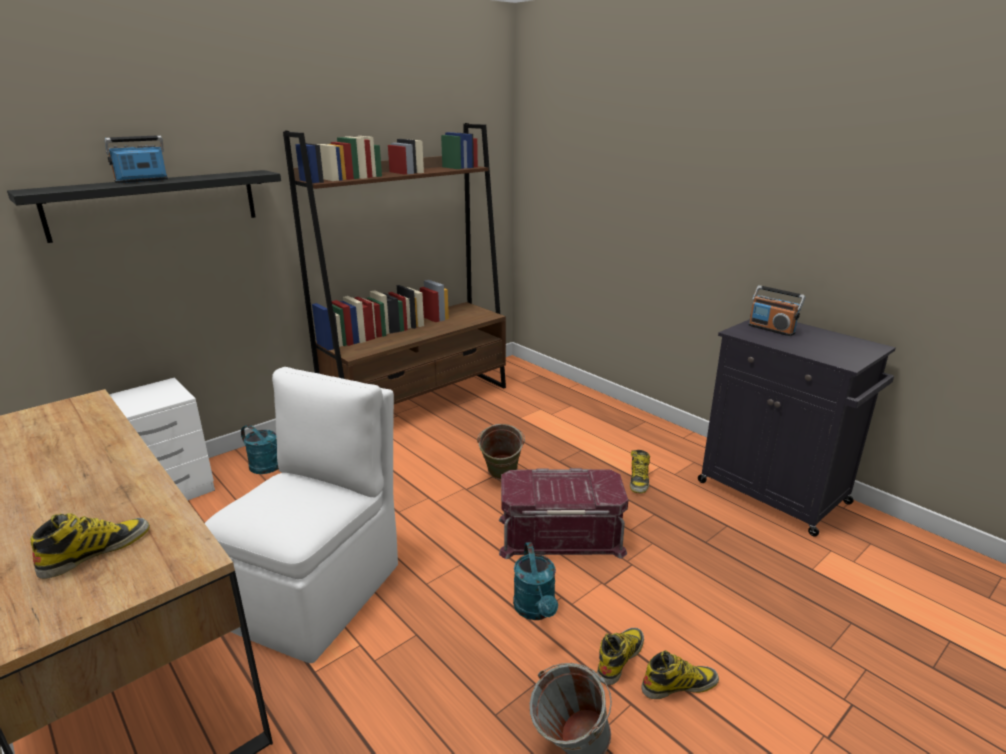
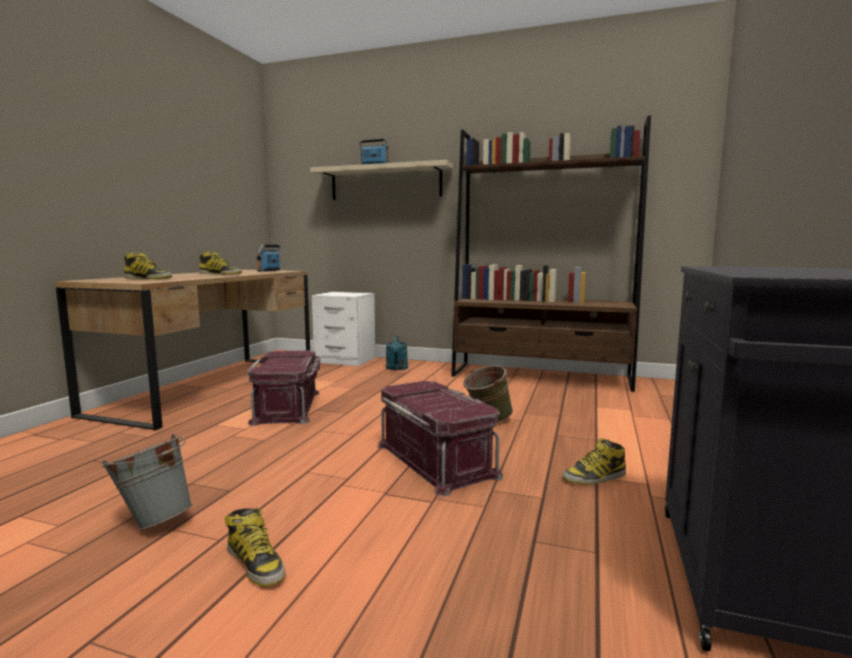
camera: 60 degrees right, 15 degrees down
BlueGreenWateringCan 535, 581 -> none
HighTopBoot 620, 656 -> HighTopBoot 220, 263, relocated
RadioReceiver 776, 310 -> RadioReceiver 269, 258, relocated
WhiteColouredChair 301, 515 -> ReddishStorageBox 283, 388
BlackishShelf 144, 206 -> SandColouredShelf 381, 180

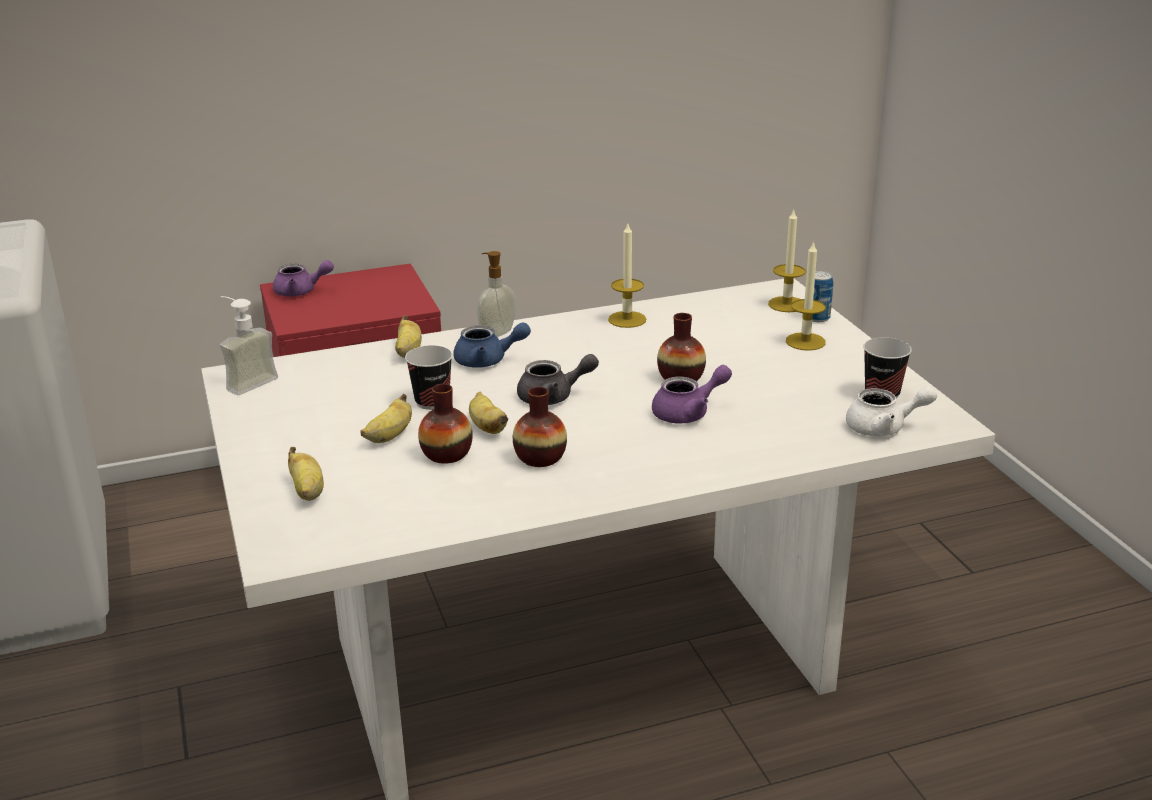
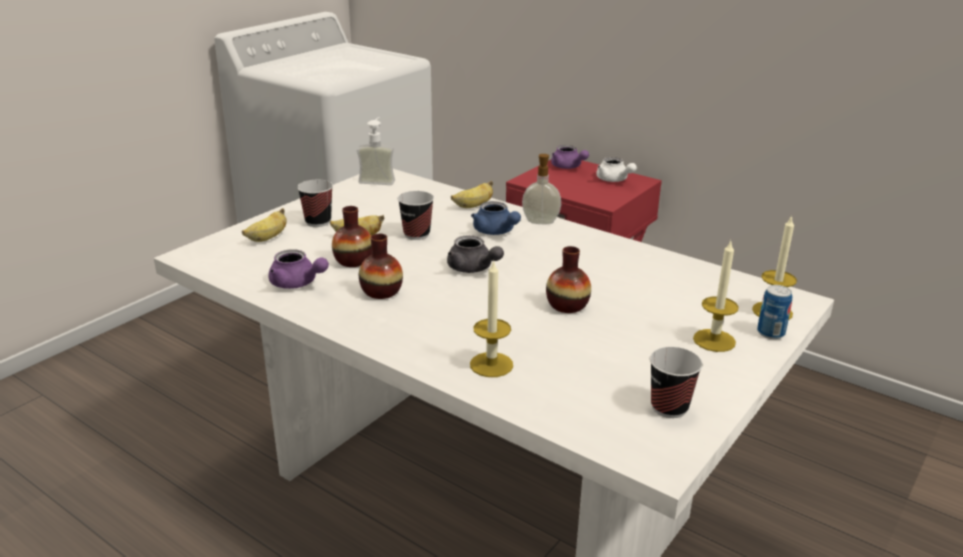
camera: 55 degrees right, 0 degrees up
Banana 488, 413 -> none
none -> SmallCup 315, 203
Candle 627, 276 -> Candle 491, 318, relocated
PurpleTeapot 692, 394 -> PurpleTeapot 298, 269, relocated
WhiteColouredTeapot 891, 411 -> WhiteColouredTeapot 616, 169, relocated

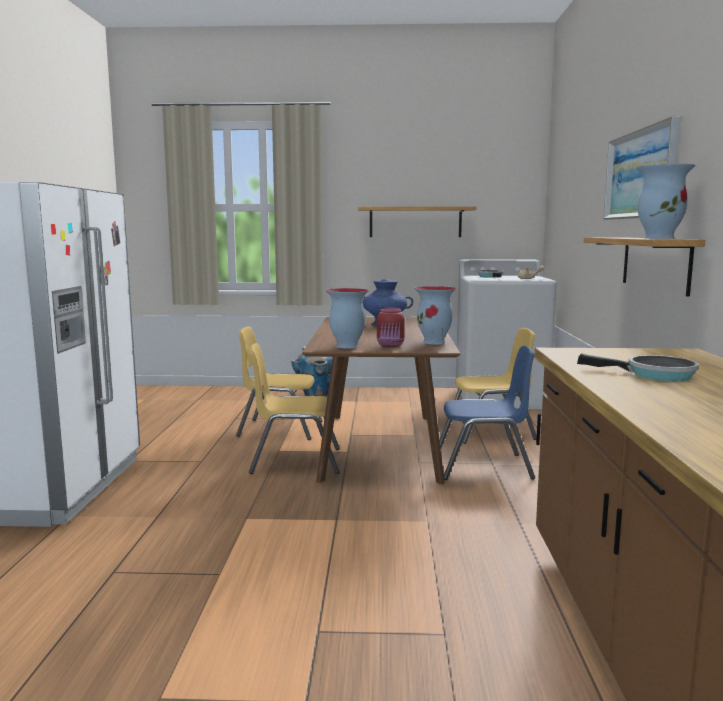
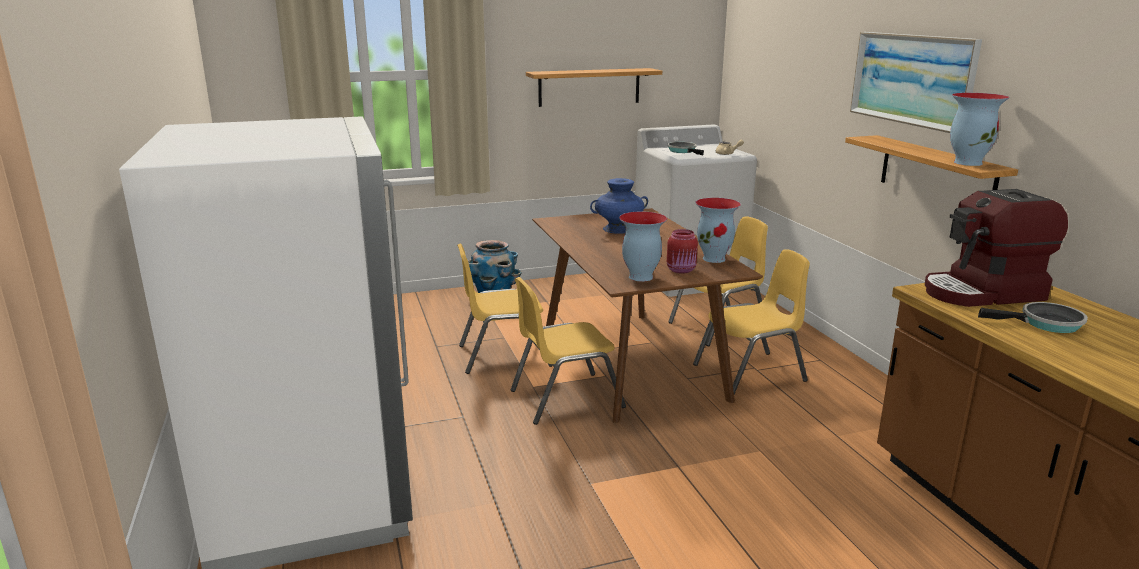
camera: 20 degrees left, 10 degrees up
none -> CoffeeMachine 996, 248
BlueChair 487, 412 -> YellowChair 751, 322

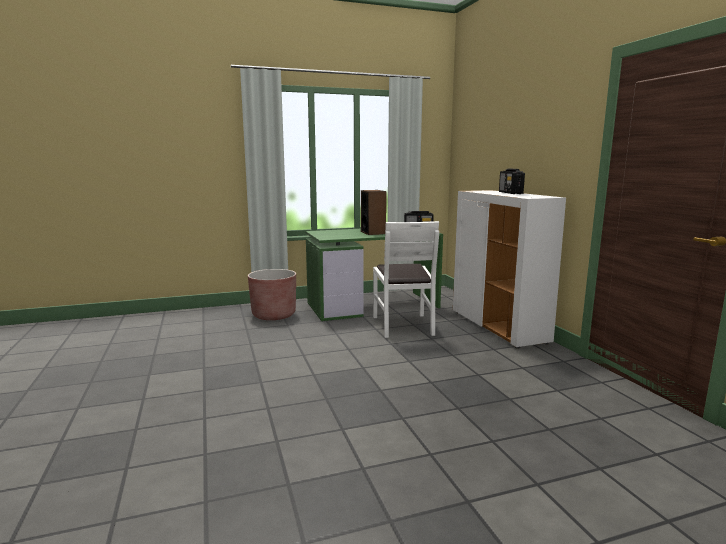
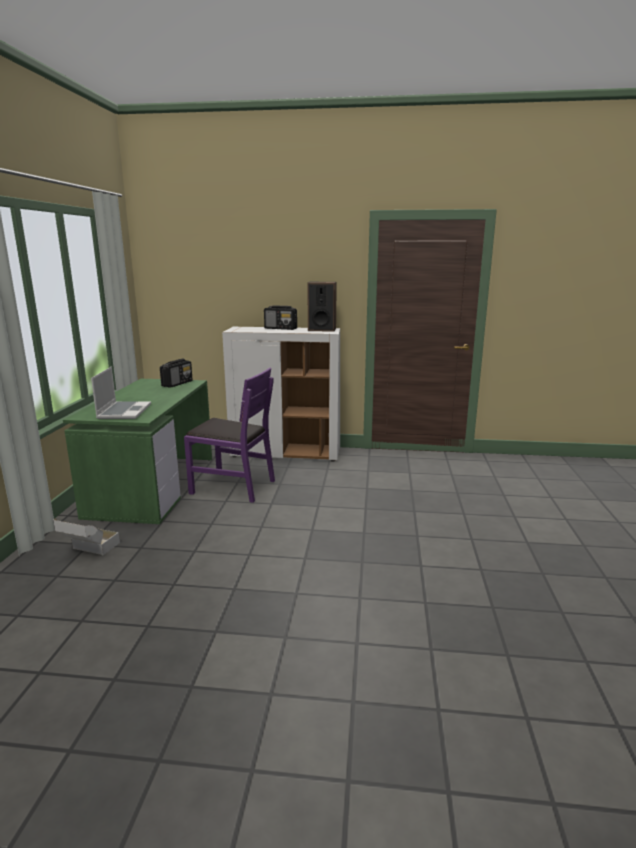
camera: 65 degrees left, 5 degrees up
none -> NotebookComputer 121, 393
Loudspeaker 374, 212 -> Loudspeaker 322, 307, relocated
BrownColouredFlowerPot 272, 294 -> Carton 86, 537
WhiteColouredChair 406, 279 -> PurpleChair 229, 435

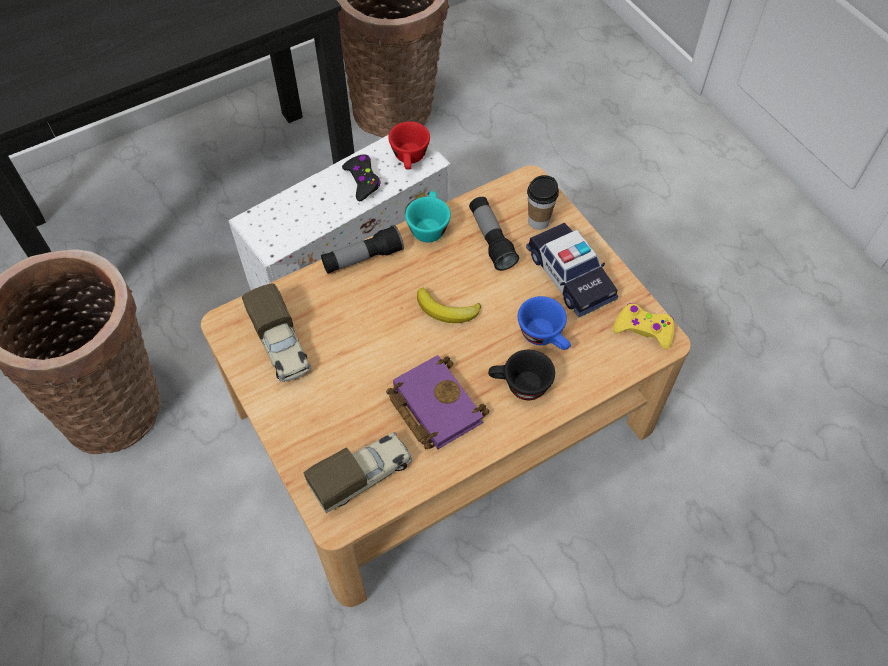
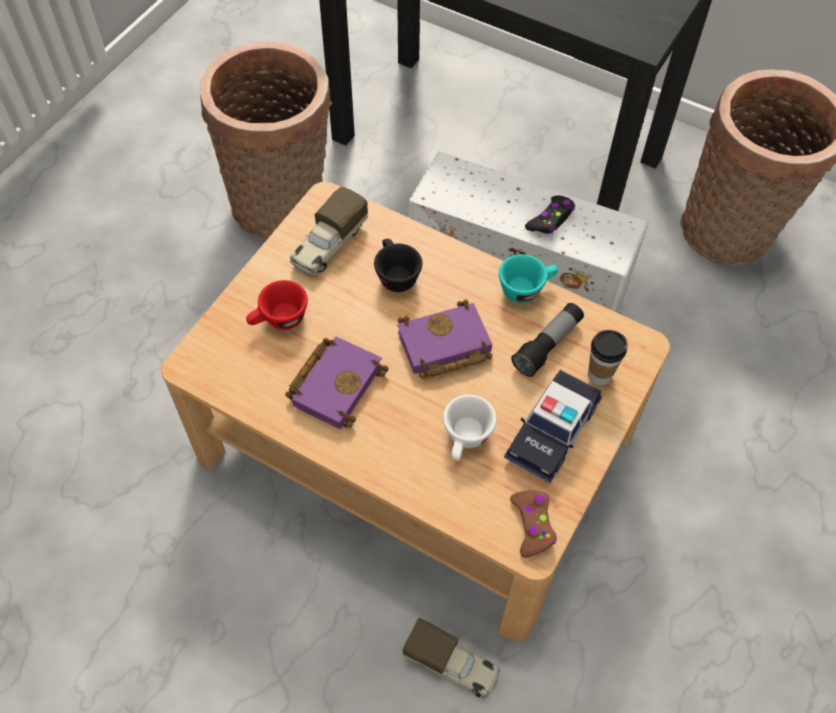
camera: 60 degrees right, 0 degrees up
Flashlight 362, 249 -> none
ToyTruck 357, 473 -> ToyTruck 451, 658, relocated
ReddishSmallCup 409, 145 -> ReddishSmallCup 277, 305, relocated
BlackishSmallCup 521, 375 -> BlackishSmallCup 398, 265, relocated
Banana 449, 305 -> PurpleBook 444, 339
BlueSmallCup 544, 323 -> WhiteColouredSmallCup 469, 428
YellowGamepad 643, 326 -> BrownColouredGamepad 533, 524

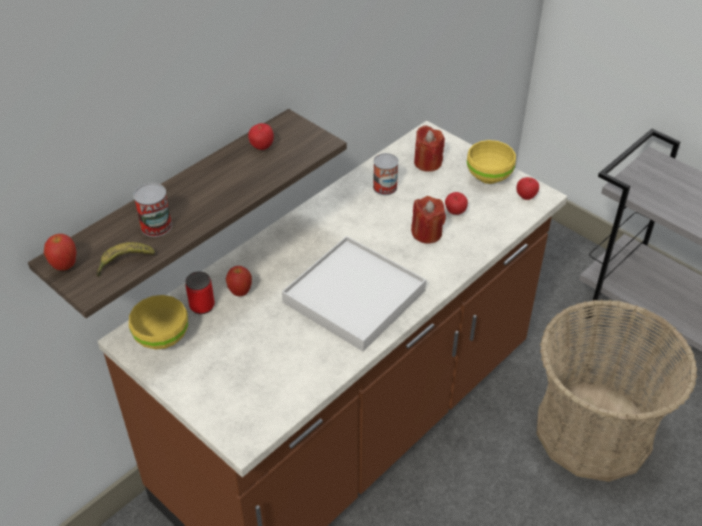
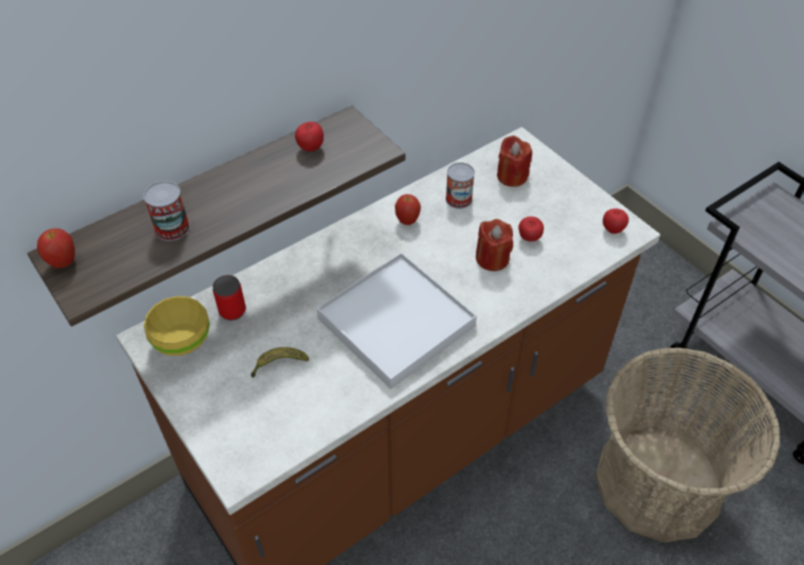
camera: 10 degrees right, 5 degrees up
YellowDeepDish 491, 162 -> none
Banana 125, 259 -> Banana 280, 362, relocated
Apple 239, 281 -> Apple 408, 209, relocated

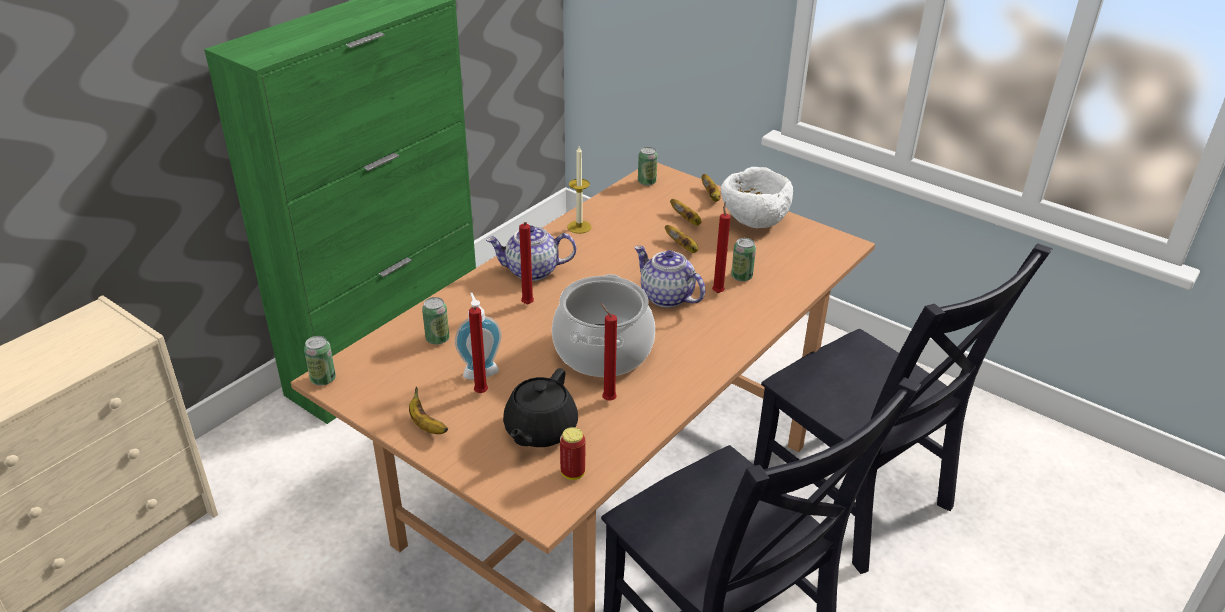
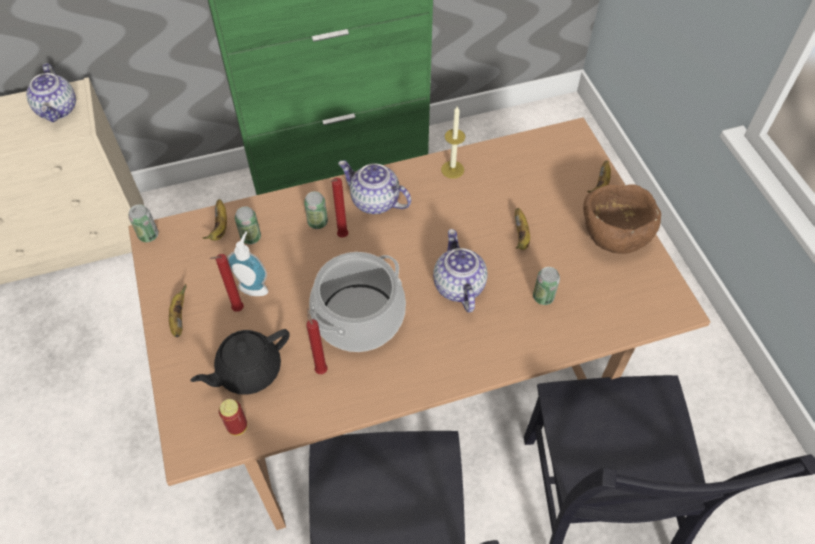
camera: 35 degrees right, 20 degrees up
ReddishCandle 721, 247 -> none
none -> Teapot 51, 92
Can 648, 166 -> Can 316, 210, relocated
Banana 685, 212 -> Banana 214, 220, relocated
WhiteColouredDeepDish 757, 197 -> BrownColouredDeepDish 622, 219

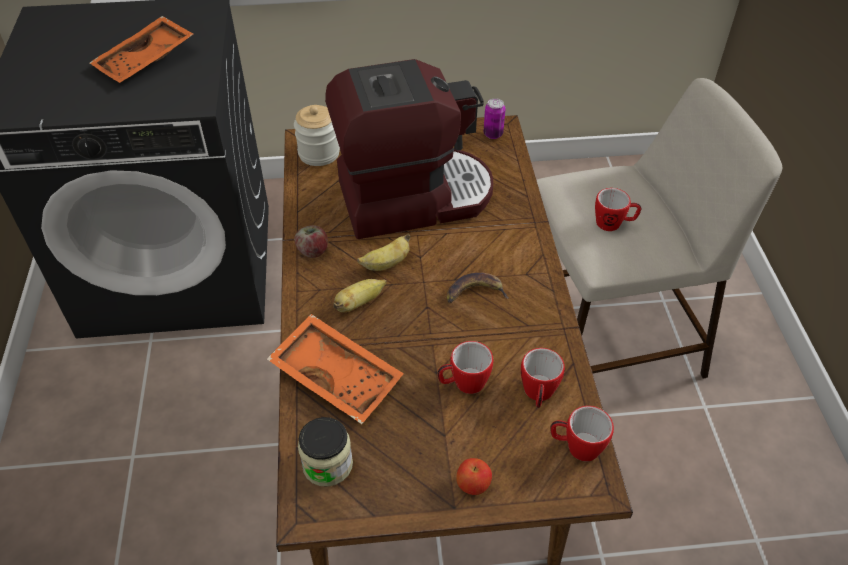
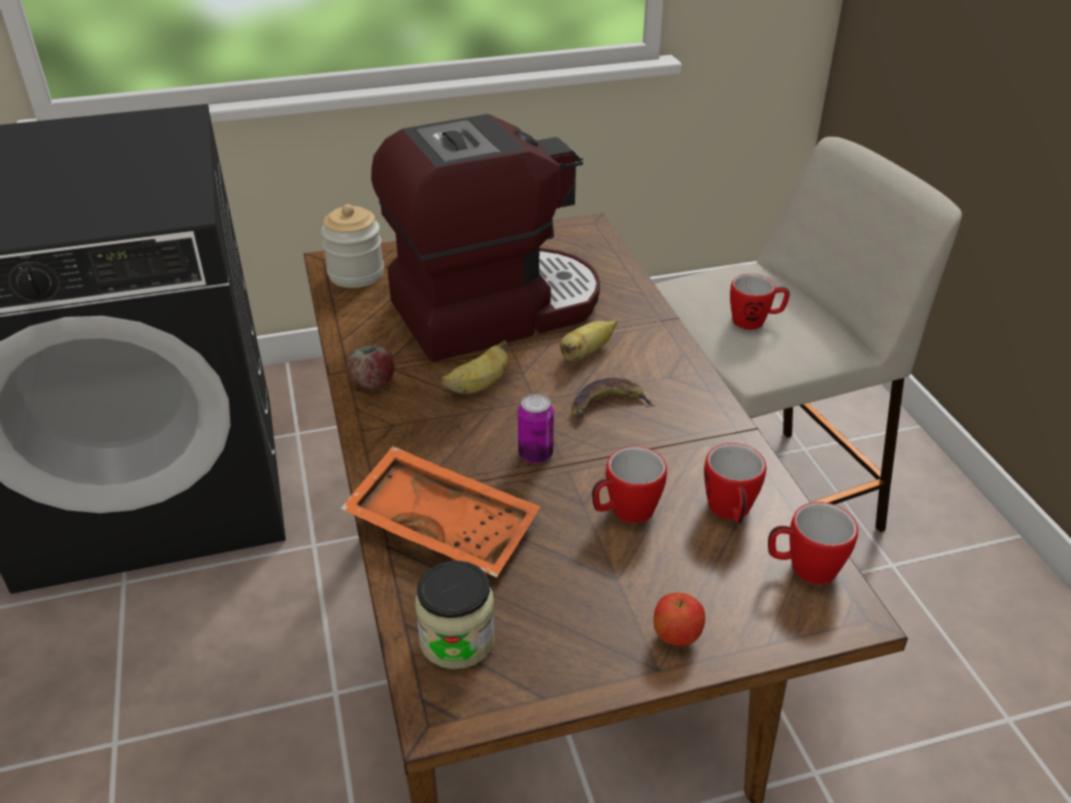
camera: 10 degrees left, 10 degrees down
OrangeColouredServingTray 142, 49 -> none
Banana 360, 295 -> Banana 588, 340, relocated
Can 495, 118 -> Can 536, 428, relocated

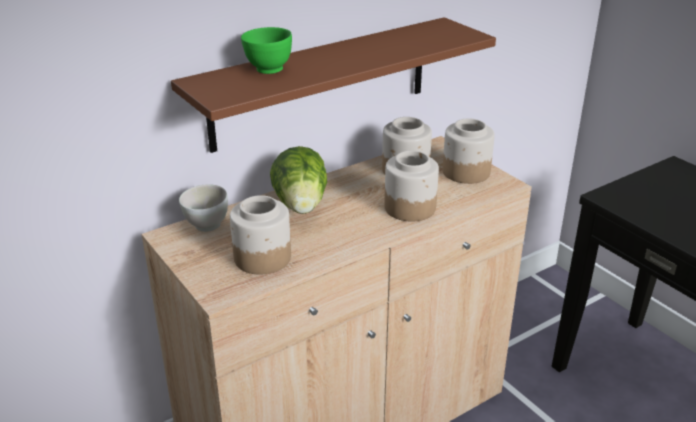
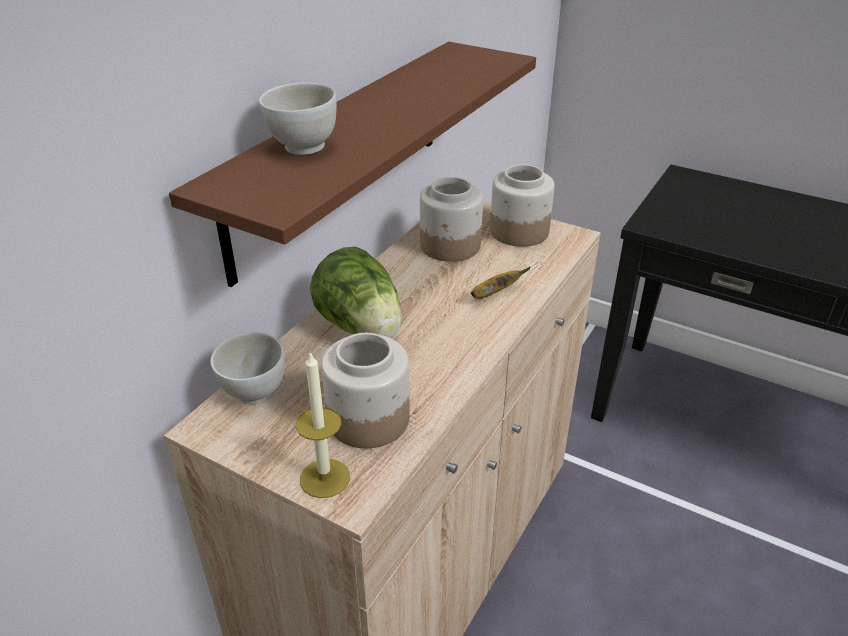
camera: 25 degrees left, 5 degrees up
none -> Candle 323, 425
StorageJar 411, 186 -> Banana 500, 283
GreenColouredDeepDish 266, 50 -> WhiteColouredDeepDish 298, 118

